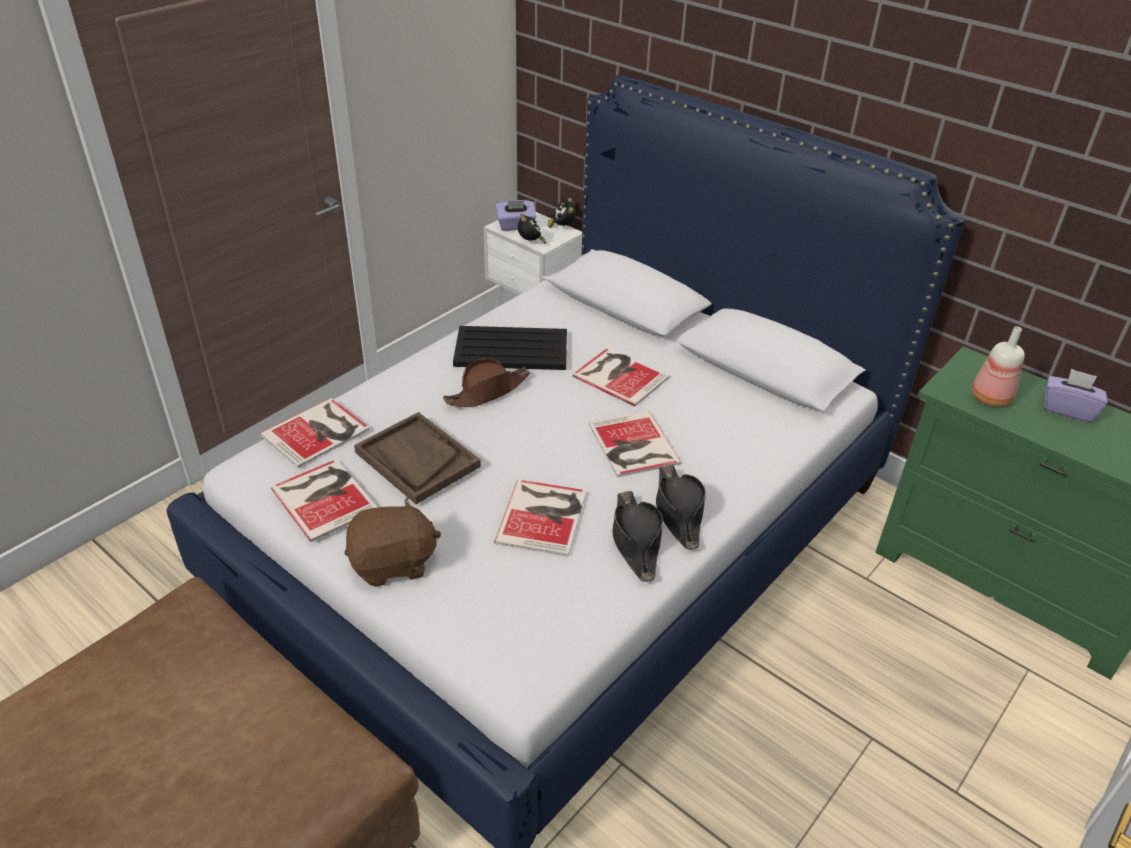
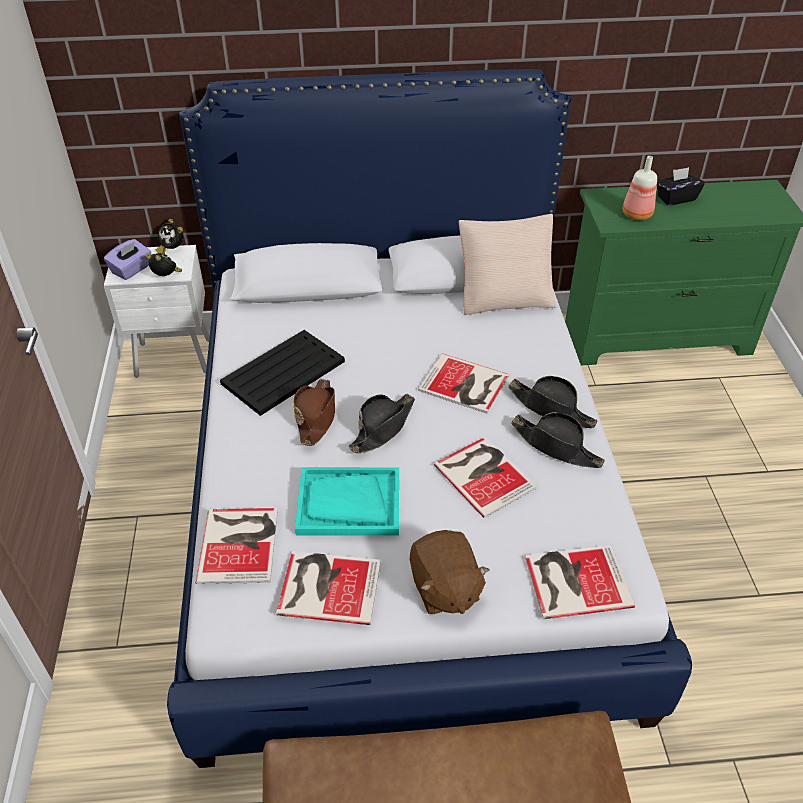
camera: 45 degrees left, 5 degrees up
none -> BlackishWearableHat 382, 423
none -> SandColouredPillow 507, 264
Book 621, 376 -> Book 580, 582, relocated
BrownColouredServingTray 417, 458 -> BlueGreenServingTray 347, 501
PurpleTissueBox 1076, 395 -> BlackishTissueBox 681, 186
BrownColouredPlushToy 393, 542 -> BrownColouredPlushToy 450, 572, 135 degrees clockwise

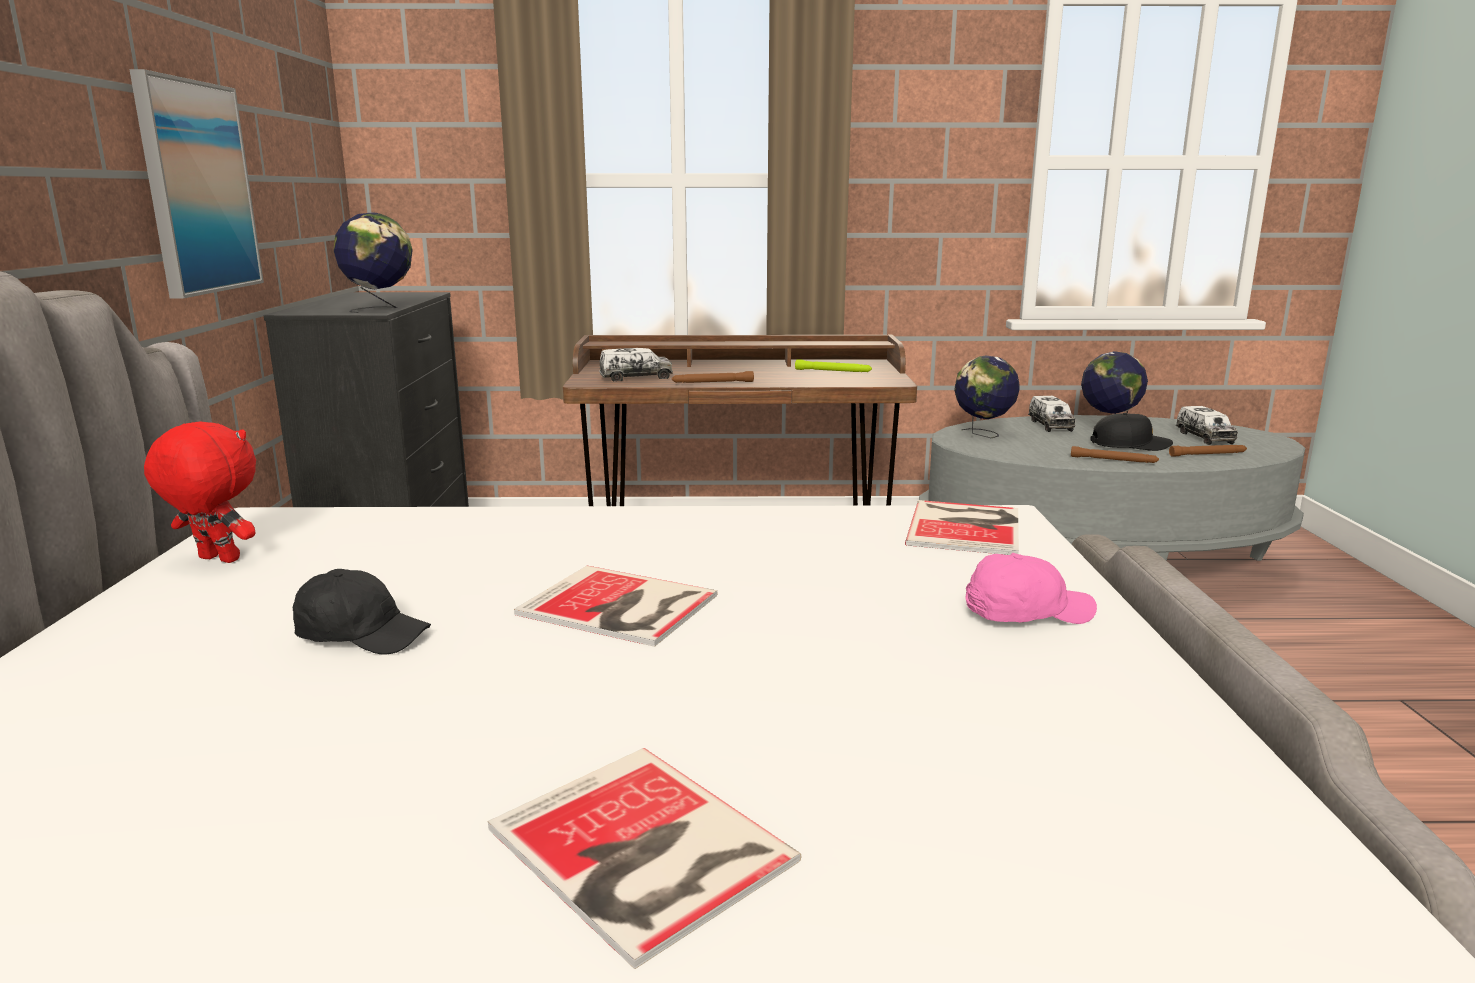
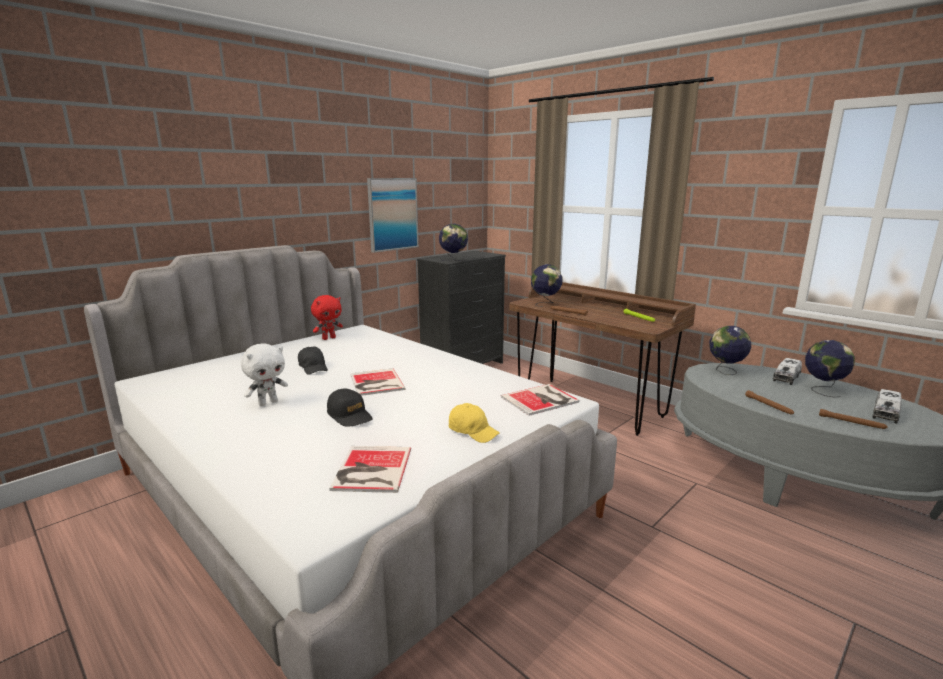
camera: 45 degrees right, 0 degrees up
none -> WhiteColouredPlushToy 264, 374
Book 644, 858 -> Book 370, 469, relocated
BlackishPeakedCap 1131, 432 -> BlackishPeakedCap 350, 408, relocated
ToyTruck 636, 364 -> WorldGlobe 547, 285
PinkColouredPeakedCap 1031, 588 -> YellowPeakedCap 474, 423
ReddishPlushToy 200, 492 -> ReddishPlushToy 327, 317, 75 degrees clockwise

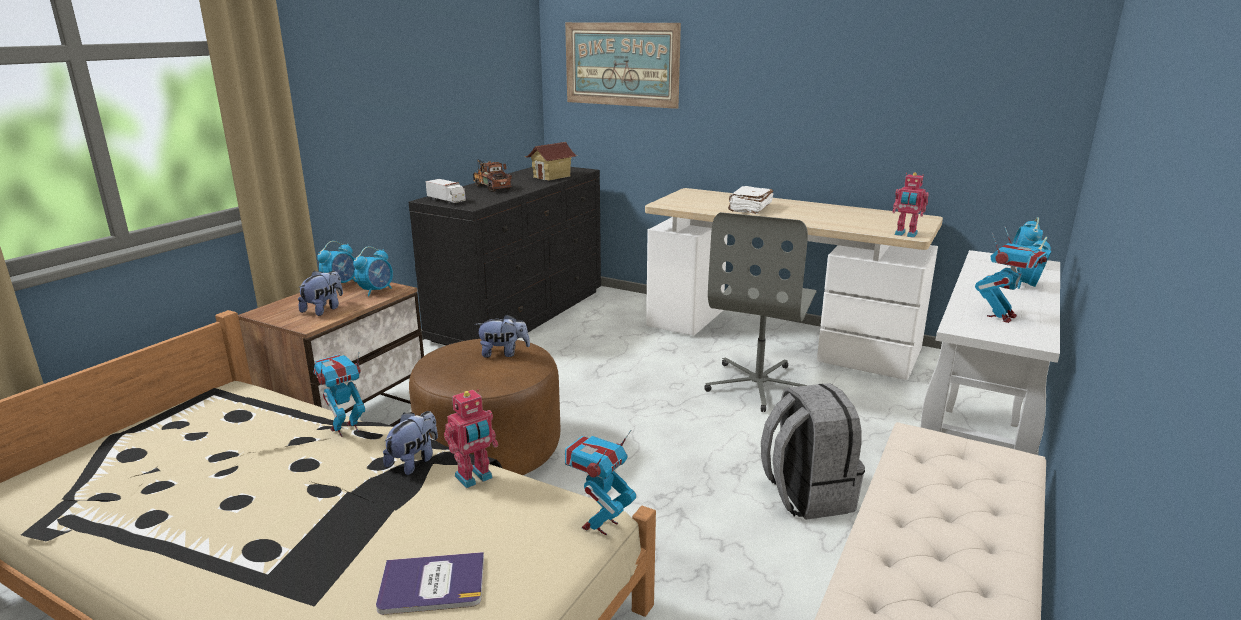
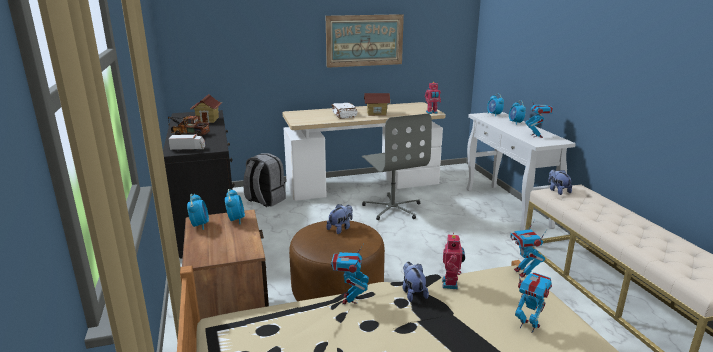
camera: 45 degrees left, 0 degrees up
none -> ModelHouse 377, 104
PlushToy 320, 293 -> PlushToy 560, 182, relocated
Picture 623, 65 -> Picture 365, 41, relocated
GrayRucksack 813, 451 -> GrayRucksack 264, 180, relocated
Book 430, 583 -> ToyRobot 533, 302

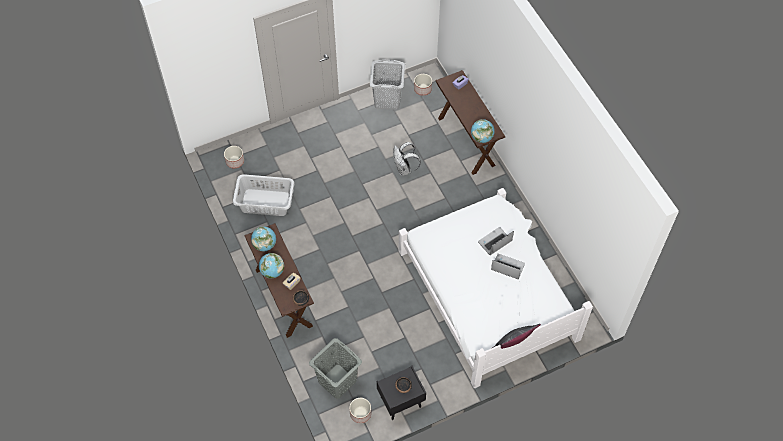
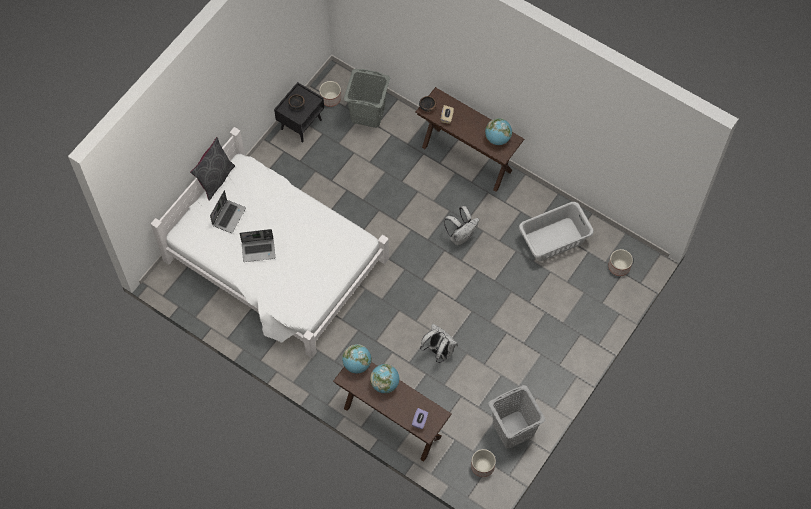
camera: 150 degrees right, 5 degrees up
none -> WhiteColouredRucksack 462, 225
WorldGlobe 271, 265 -> WorldGlobe 384, 378, relocated
NotebookComputer 496, 241 -> NotebookComputer 228, 211, relocated

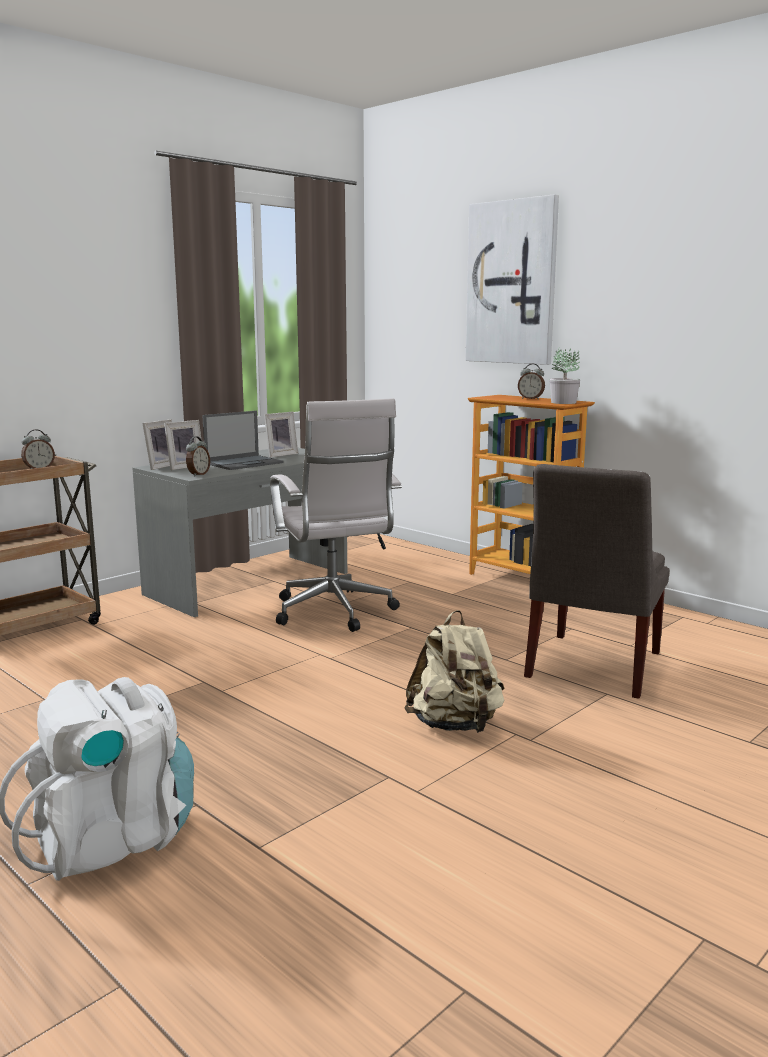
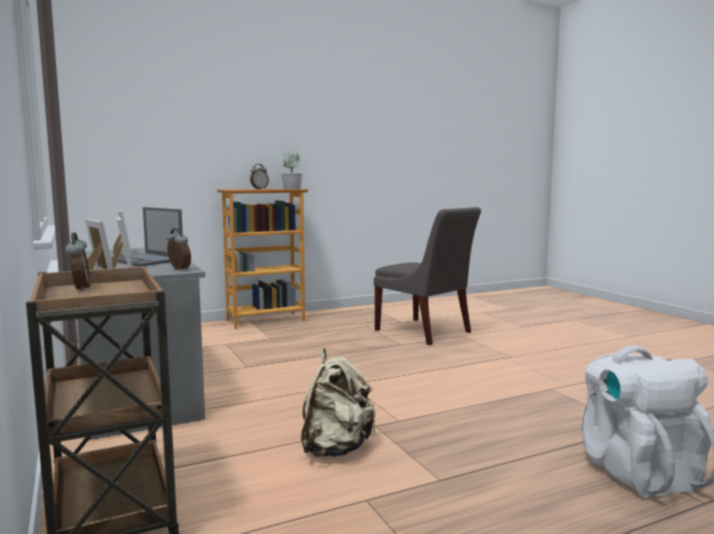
camera: 70 degrees left, 5 degrees down
WhiteColouredDeskChair 336, 515 -> none
Picture 512, 279 -> none
SandColouredRucksack 454, 671 -> SandColouredRucksack 338, 402, relocated
NotebookComputer 243, 440 -> NotebookComputer 147, 236, 150 degrees clockwise

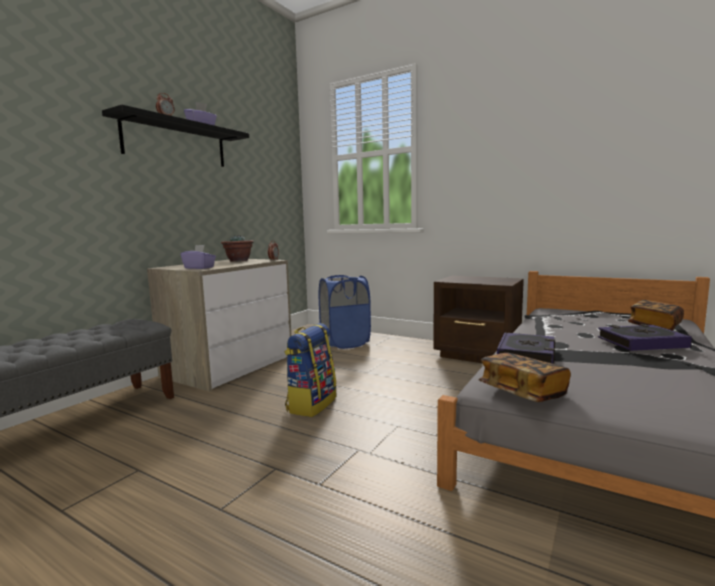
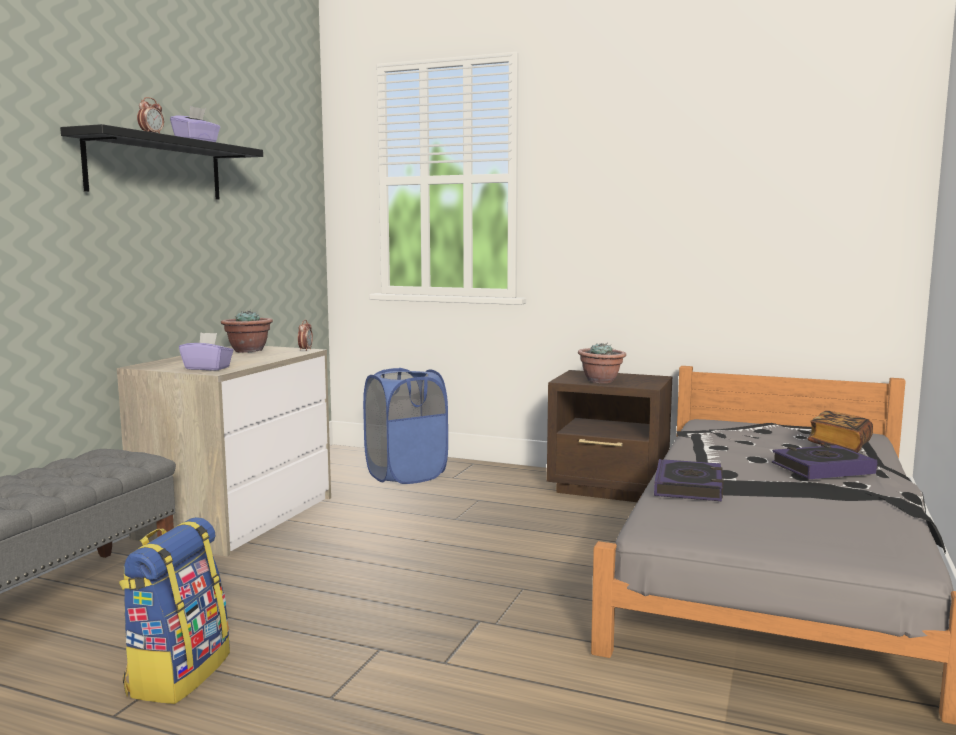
camera: 10 degrees left, 0 degrees up
Book 525, 377 -> none
none -> PottedPlant 602, 363
Rucksack 311, 370 -> Rucksack 174, 610, relocated

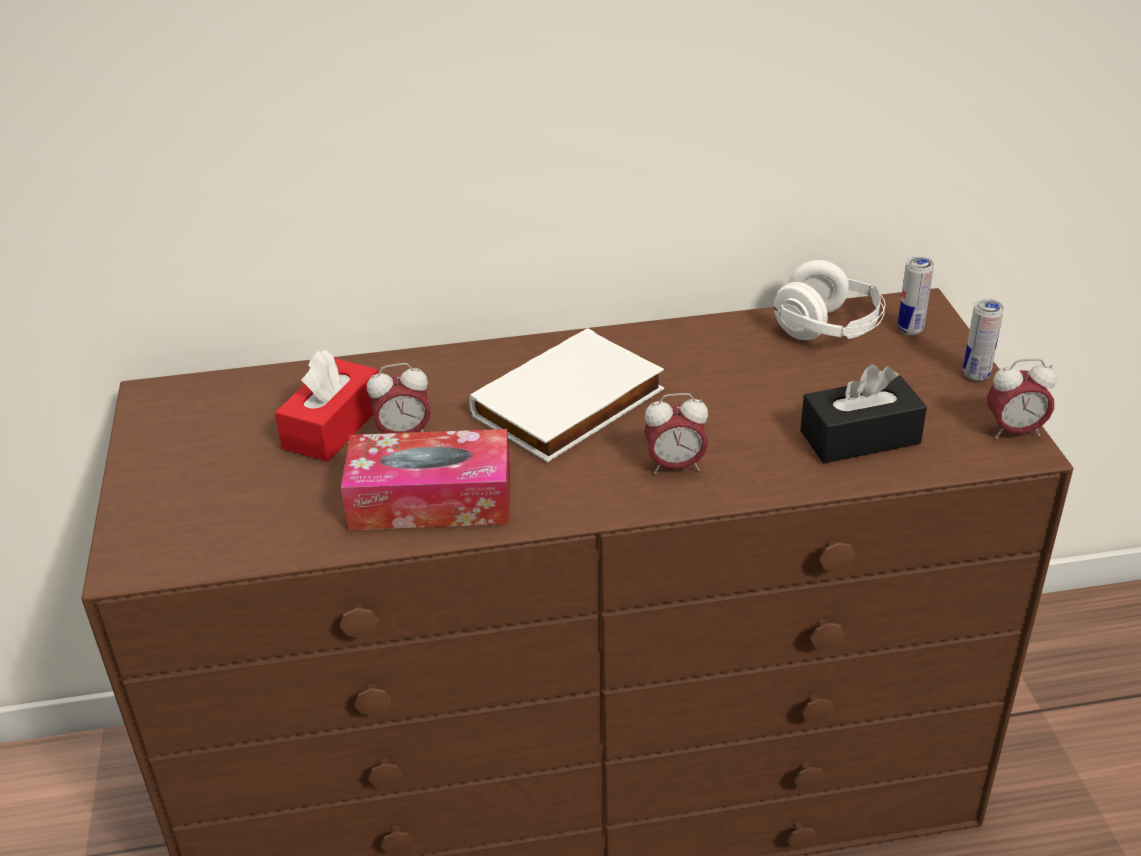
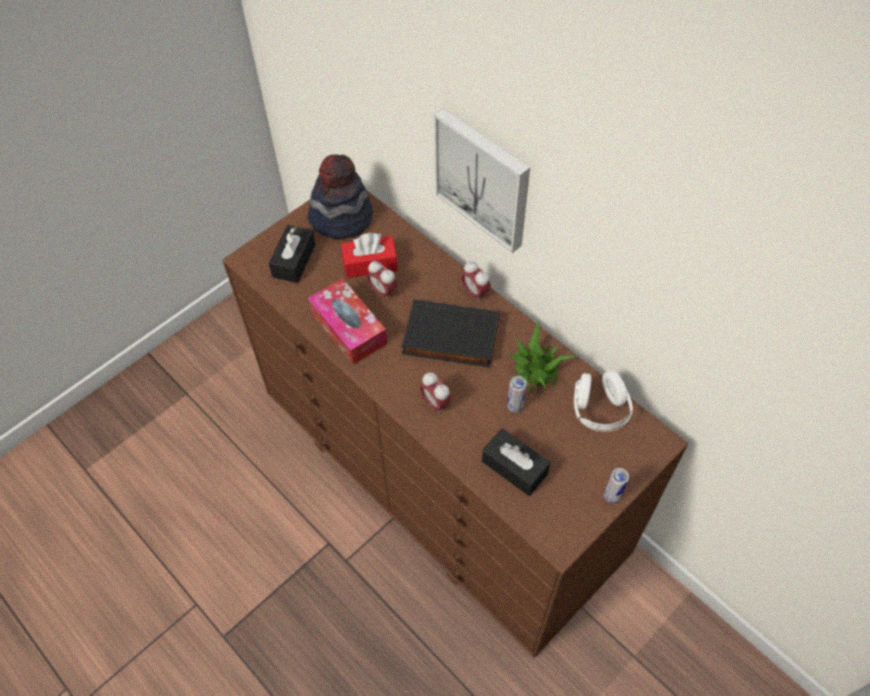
camera: 55 degrees right, 20 degrees up
none -> BlackishTissueBox 292, 254
none -> WearableHat 340, 196
none -> Picture 482, 180
none -> PottedPlant 542, 356
Can 915, 295 -> Can 517, 394, relocated
TableClock 1022, 398 -> TableClock 476, 281, relocated
WhiteColouredBook 566, 395 -> BlackishBook 450, 333

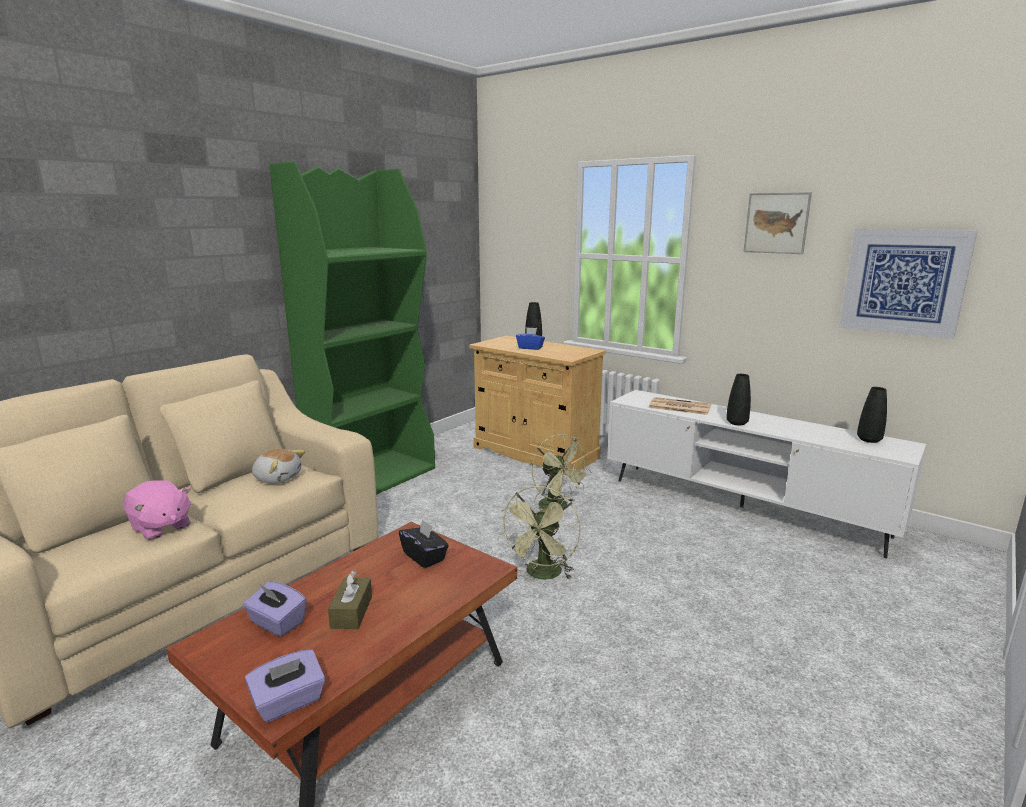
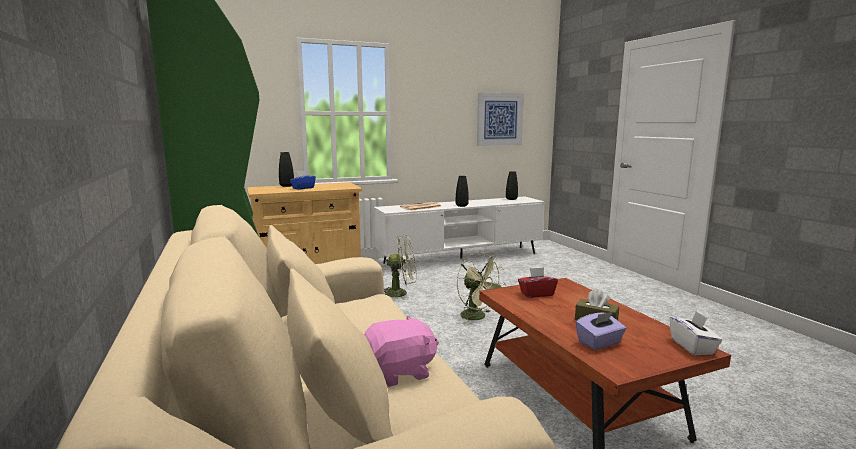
camera: 60 degrees left, 5 degrees down
PlushToy 278, 466 -> none
Picture 777, 223 -> none
PurpleTissueBox 285, 685 -> WhiteColouredTissueBox 695, 333
BlackishTissueBox 424, 543 -> ReddishTissueBox 538, 282

